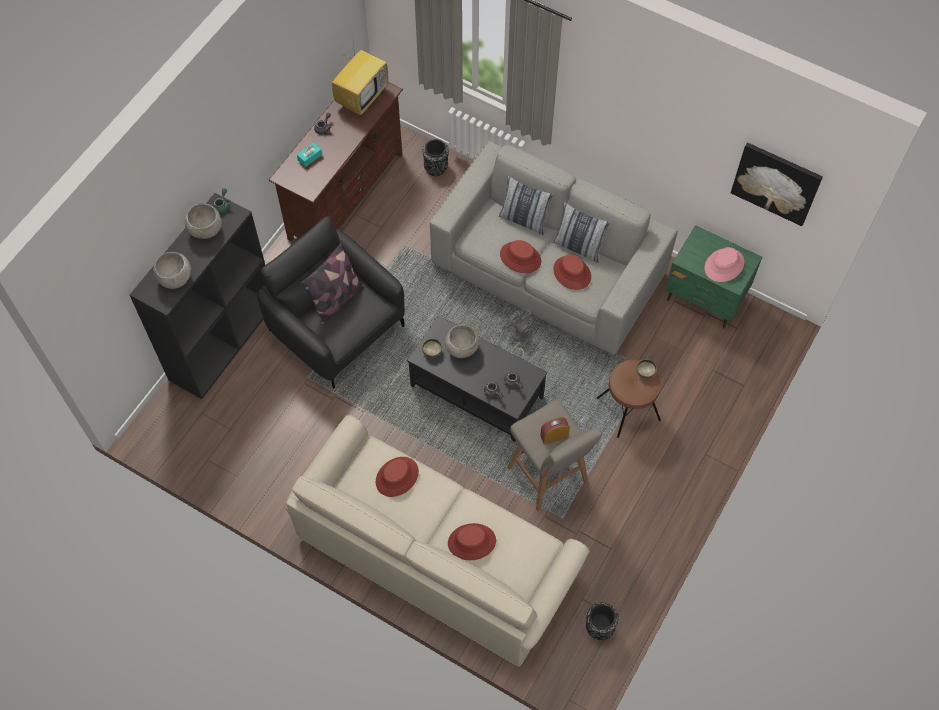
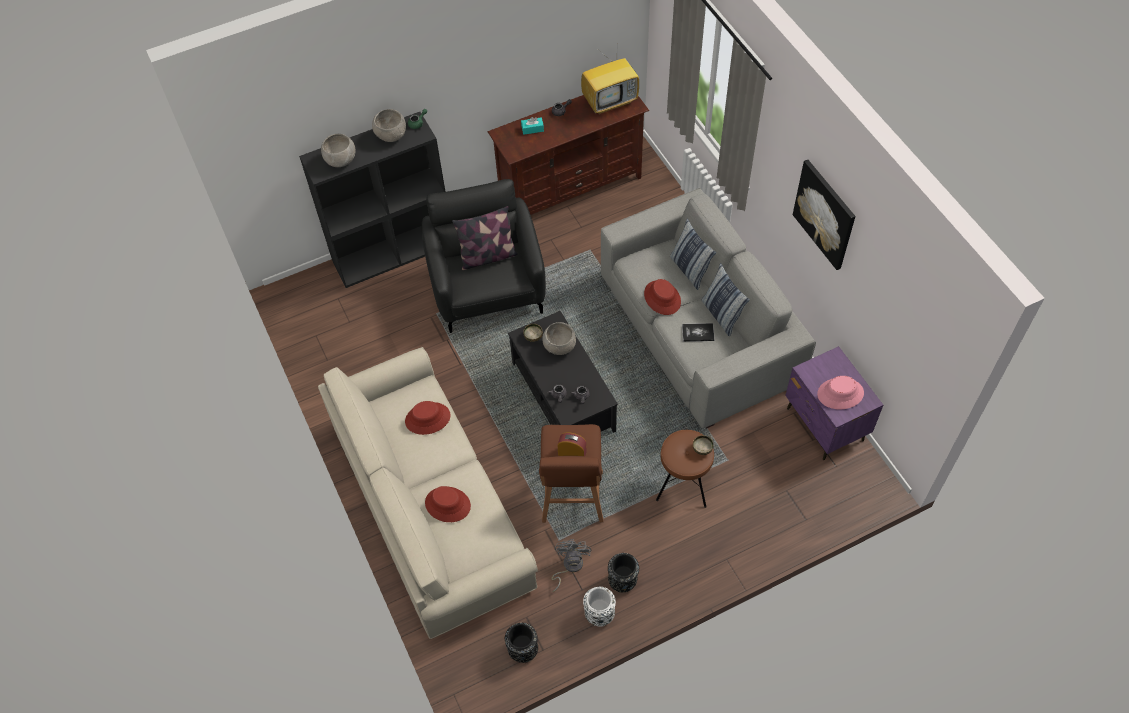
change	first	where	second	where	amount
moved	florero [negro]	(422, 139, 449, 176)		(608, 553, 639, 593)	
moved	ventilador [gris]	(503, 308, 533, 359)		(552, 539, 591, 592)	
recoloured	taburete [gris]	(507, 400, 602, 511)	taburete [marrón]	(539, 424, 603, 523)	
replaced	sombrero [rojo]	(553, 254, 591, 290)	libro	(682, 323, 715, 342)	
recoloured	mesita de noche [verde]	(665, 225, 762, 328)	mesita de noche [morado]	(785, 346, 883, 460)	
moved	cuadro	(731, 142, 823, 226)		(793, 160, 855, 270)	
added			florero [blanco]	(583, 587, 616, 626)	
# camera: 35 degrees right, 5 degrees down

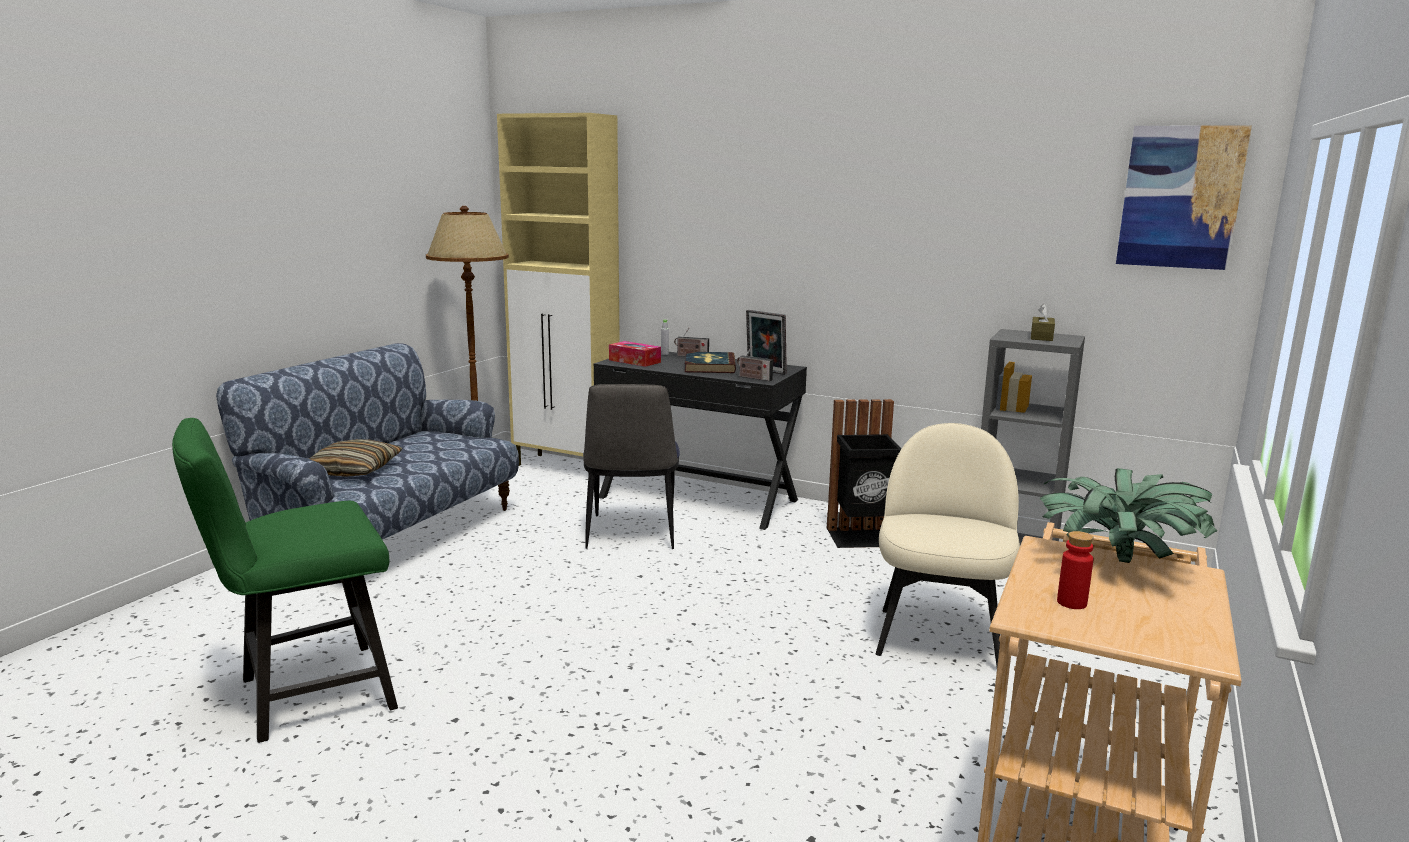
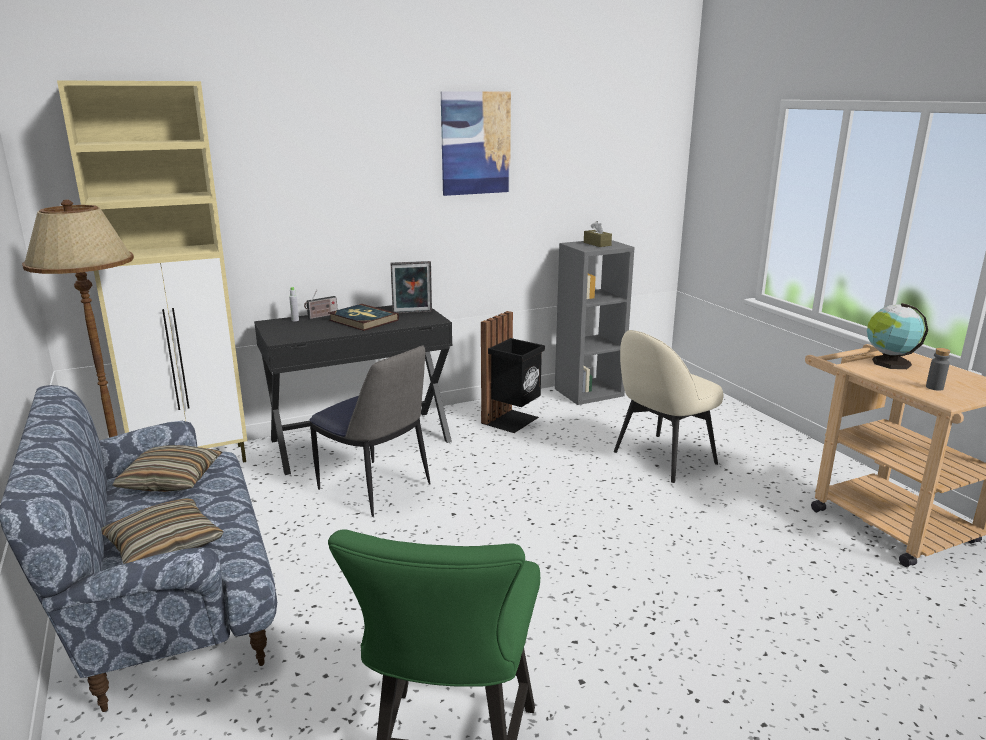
change	first	where	second	where	amount
removed	caja de pañuelos	(609, 341, 661, 367)			
removed	radio	(737, 346, 773, 381)			
turned	silla [beis]	(876, 423, 1020, 666)		(614, 330, 723, 483)	90 degrees counterclockwise
replaced	planta en maceta	(1040, 468, 1217, 563)	globo terráqueo	(867, 303, 928, 369)	
recoloured	botella [rojo]	(1057, 531, 1094, 609)	botella [gris]	(926, 348, 951, 391)	
moved	cuadro	(1116, 125, 1252, 270)		(441, 91, 511, 196)	
added			cojín	(112, 445, 222, 492)	
# camera: 50 degrees left, 5 degrees up

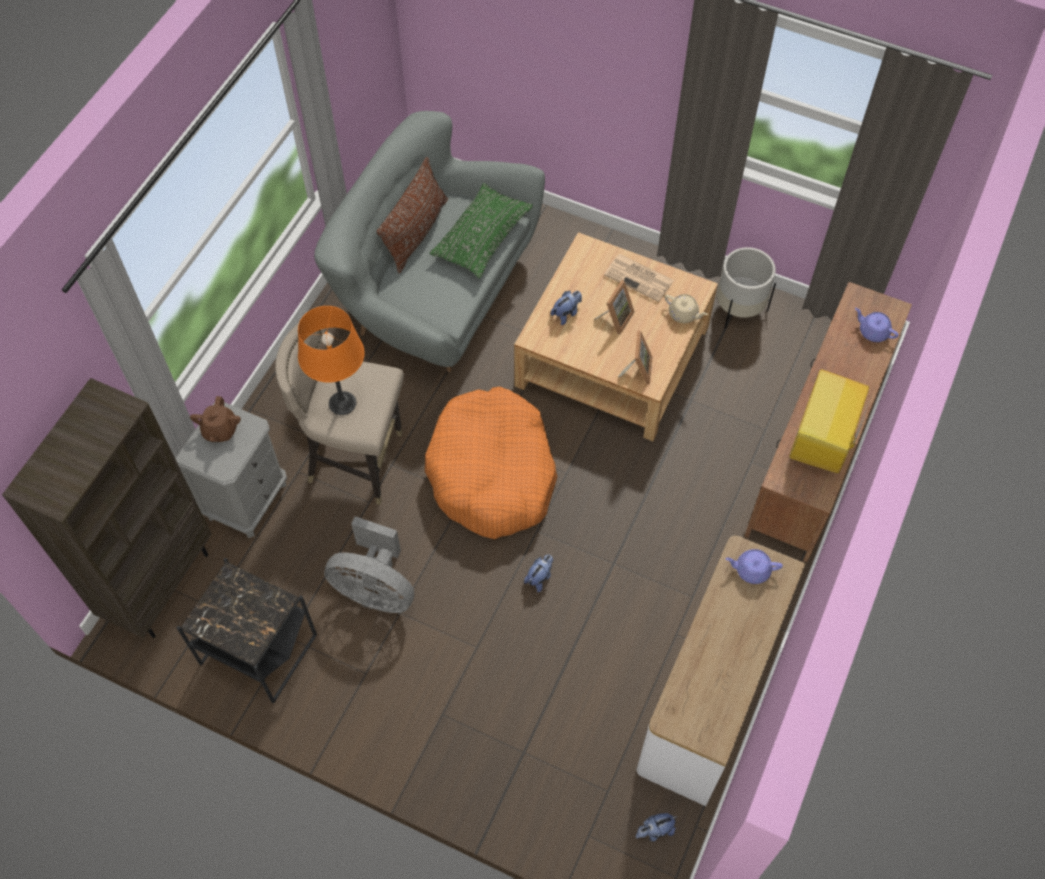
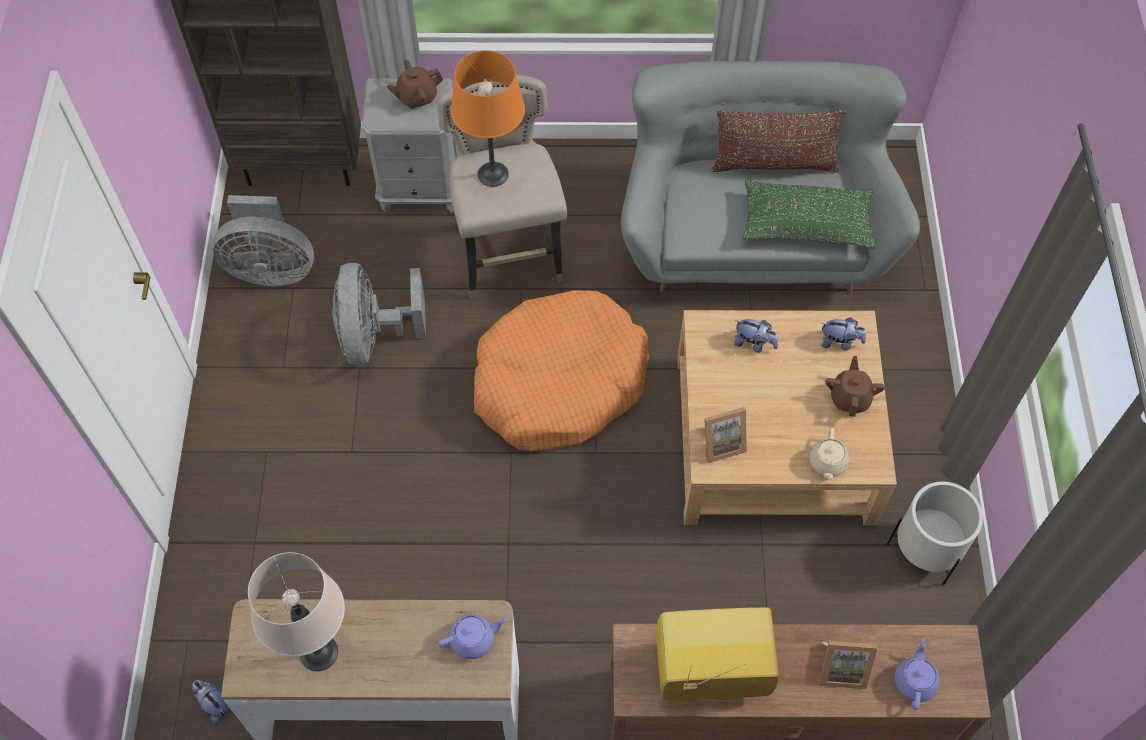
change	first	where	second	where	amount
replaced	mesa auxiliar [negro]	(177, 558, 317, 704)	ventilador [gris]	(213, 195, 314, 286)	
moved	peluche	(524, 555, 553, 592)		(821, 317, 866, 350)	
moved	portarretratos	(594, 280, 634, 335)		(819, 641, 878, 689)	
replaced	periódico	(604, 254, 674, 302)	tetera [marrón]	(826, 356, 885, 417)	
turned	tetera [morado]	(726, 549, 783, 584)		(438, 614, 508, 659)	90 degrees clockwise
added			lámpara de mesa [beis]	(248, 552, 345, 671)	
# camera: 65 degrees right, 0 degrees up

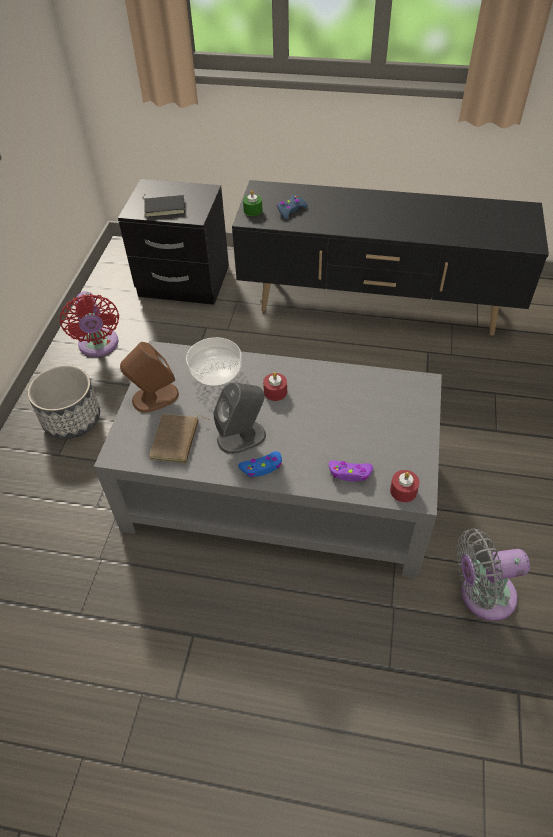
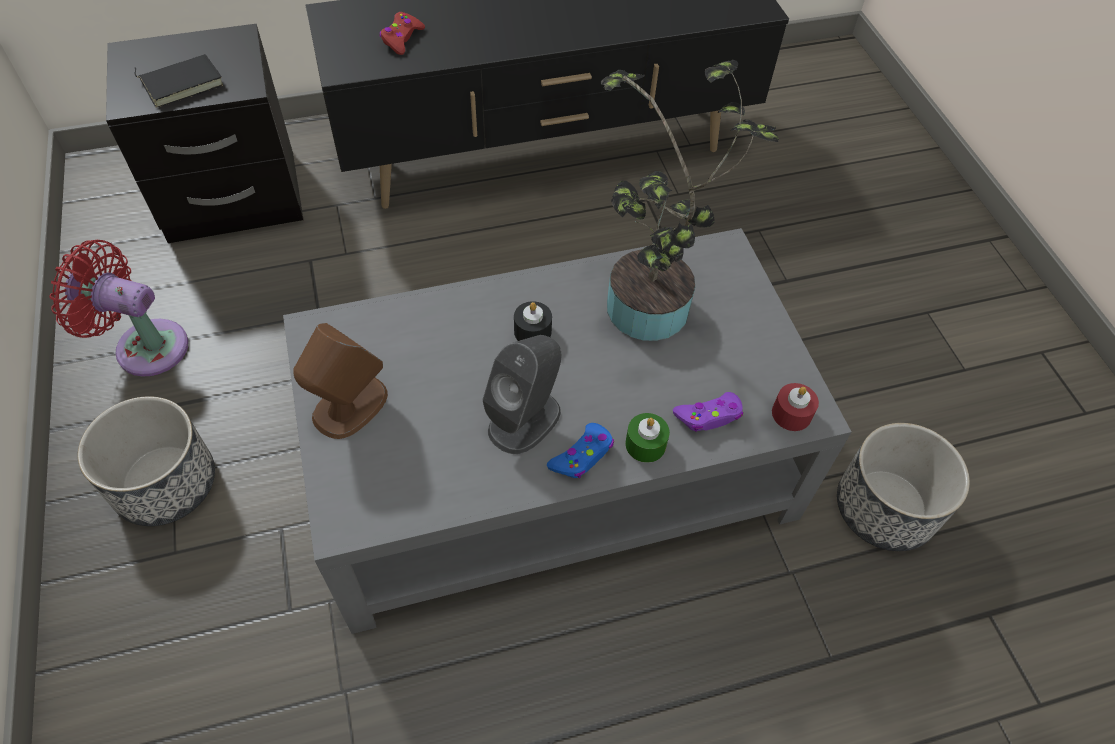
change	first	where	second	where	amount
turned	ventilador [rojo]	(60, 291, 119, 357)		(50, 240, 188, 376)	150 degrees clockwise
removed	libro [marrón]	(149, 414, 210, 463)			
removed	cuenco	(186, 337, 242, 387)			
moved	vela [verde]	(243, 190, 263, 216)		(625, 413, 670, 463)	
recoloured	vela [rojo]	(263, 372, 287, 401)	vela [negro]	(514, 301, 552, 341)	
recoloured	mando de consola [azul]	(277, 195, 308, 219)	mando de consola [rojo]	(380, 12, 425, 55)	
replaced	ventilador [gris]	(457, 528, 530, 621)	maceta	(837, 423, 970, 551)	
added			planta en maceta	(601, 60, 779, 341)	
# camera: 30 degrees left, 5 degrees up

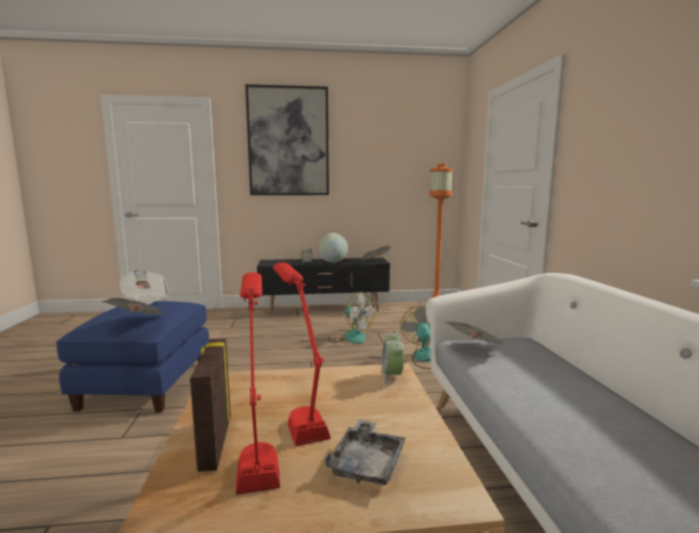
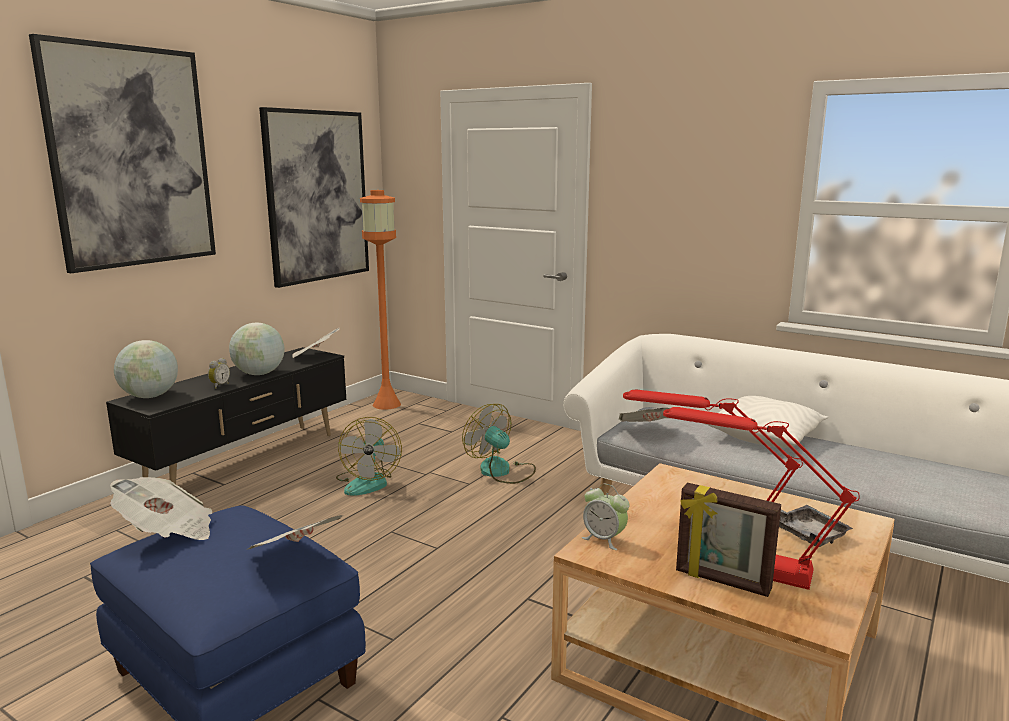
change	first	where	second	where	amount
turned	ventilador	(328, 291, 375, 344)		(336, 417, 402, 496)	105 degrees clockwise
moved	despertador	(381, 330, 404, 385)		(582, 484, 629, 550)	
added			globo terráqueo	(114, 340, 178, 398)	
added			cuadro	(259, 107, 369, 288)	
added			cojín [blanco]	(706, 396, 828, 448)	
# camera: 50 degrees left, 5 degrees up

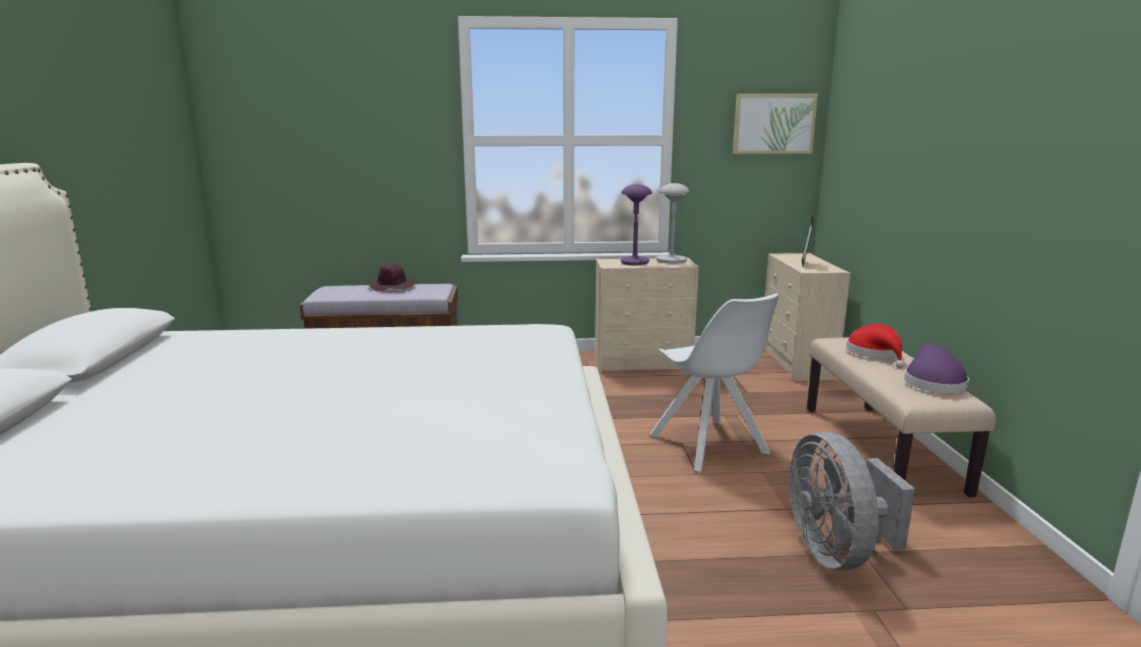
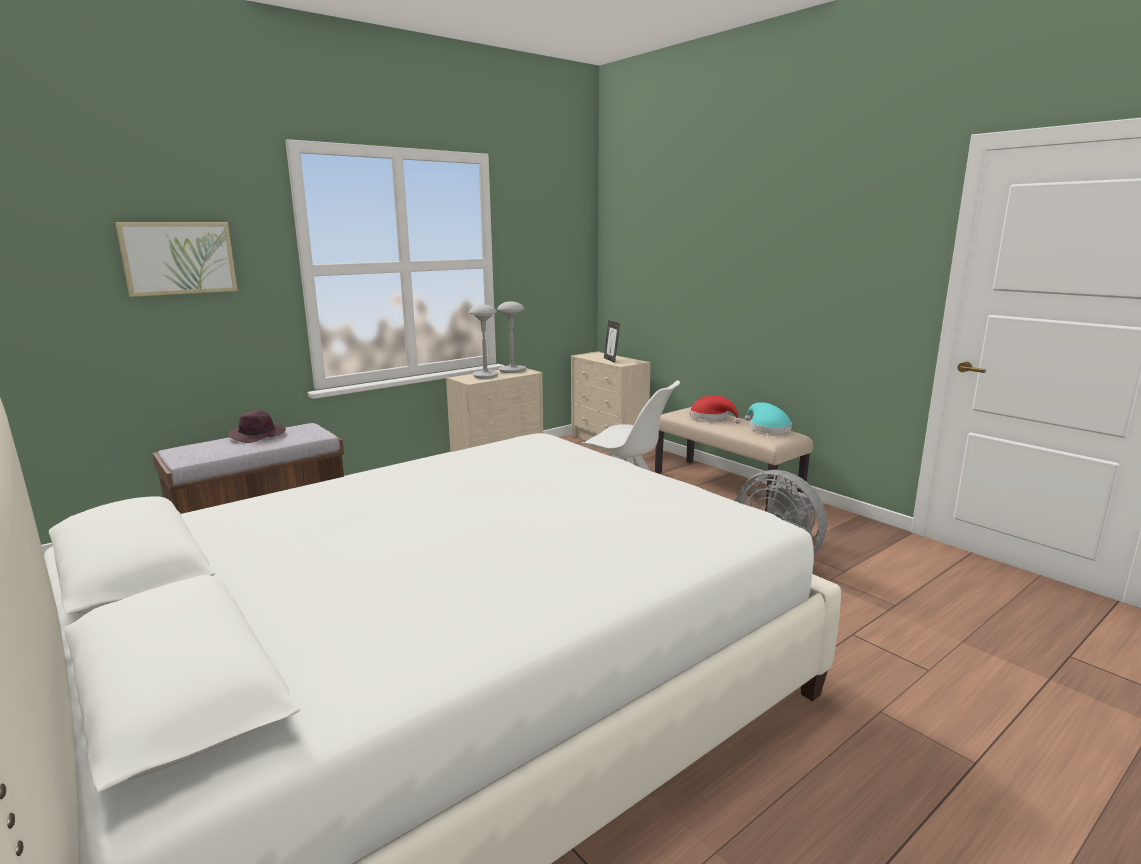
change	first	where	second	where	amount
recoloured	lámpara de mesa [morado]	(621, 184, 652, 265)	lámpara de mesa [gris]	(469, 305, 499, 379)	
moved	cuadro	(733, 94, 818, 154)		(115, 222, 238, 297)	
recoloured	sombrero [morado]	(904, 344, 969, 393)	sombrero [turquesa]	(745, 402, 792, 434)	
# camera: 35 degrees left, 0 degrees up

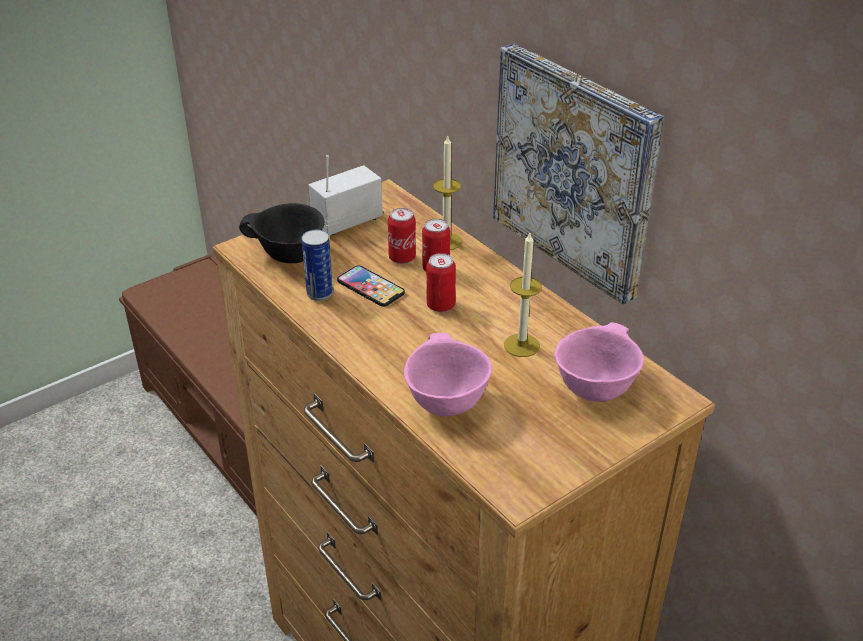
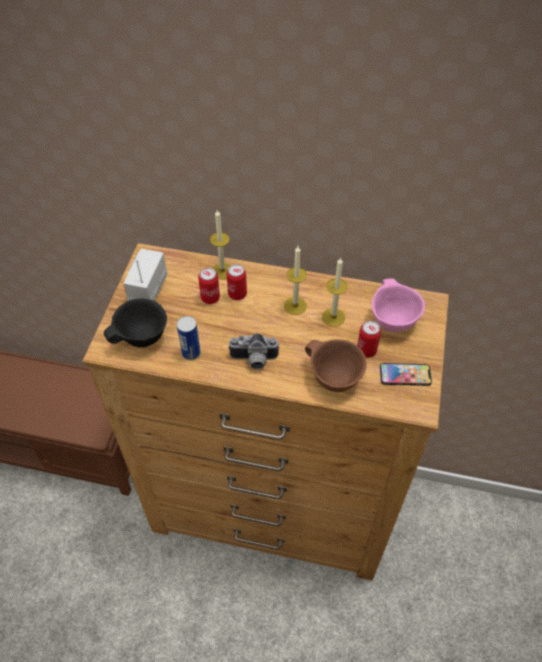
change	first	where	second	where	amount
moved	móvil	(337, 265, 405, 307)		(380, 363, 432, 386)	
recoloured	cuenco [rosa]	(404, 333, 492, 416)	cuenco [marrón]	(305, 339, 367, 392)	
moved	lata	(426, 253, 456, 312)		(357, 321, 381, 358)	
removed	cuadro	(493, 43, 664, 305)			
added			cámara	(228, 333, 280, 369)	
added			vela	(284, 246, 307, 315)	
# camera: 40 degrees left, 15 degrees up

